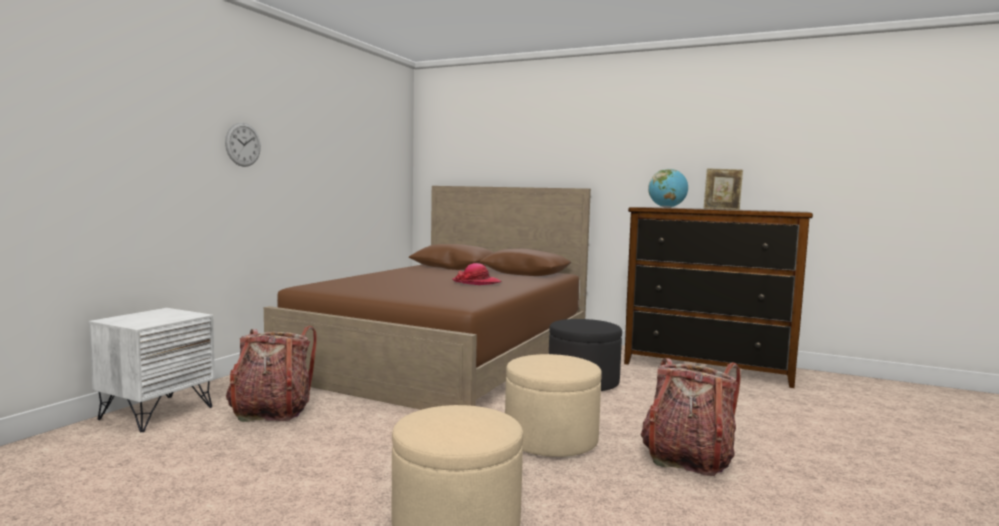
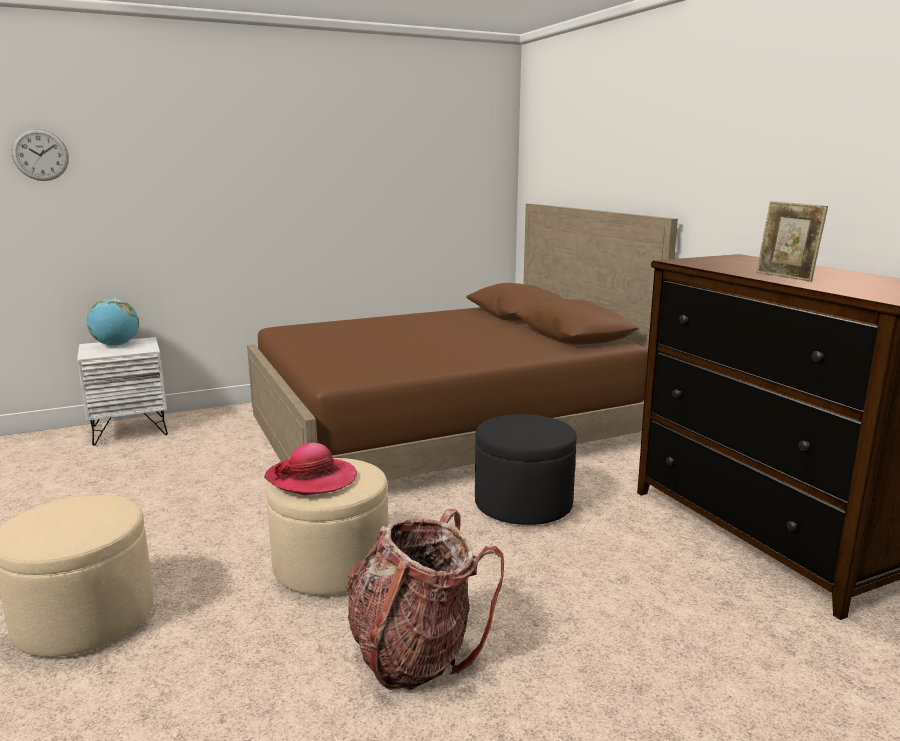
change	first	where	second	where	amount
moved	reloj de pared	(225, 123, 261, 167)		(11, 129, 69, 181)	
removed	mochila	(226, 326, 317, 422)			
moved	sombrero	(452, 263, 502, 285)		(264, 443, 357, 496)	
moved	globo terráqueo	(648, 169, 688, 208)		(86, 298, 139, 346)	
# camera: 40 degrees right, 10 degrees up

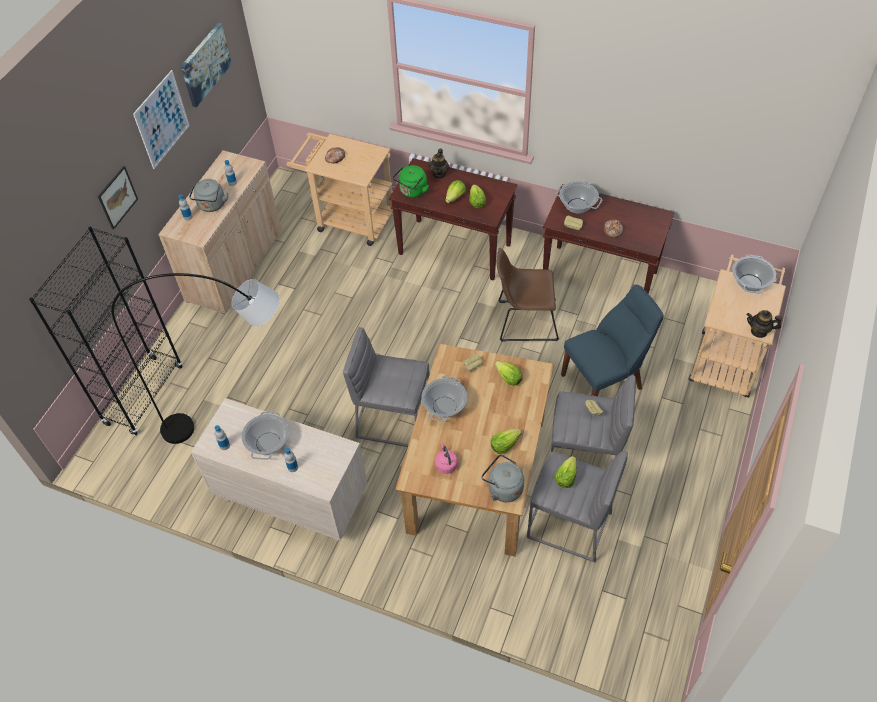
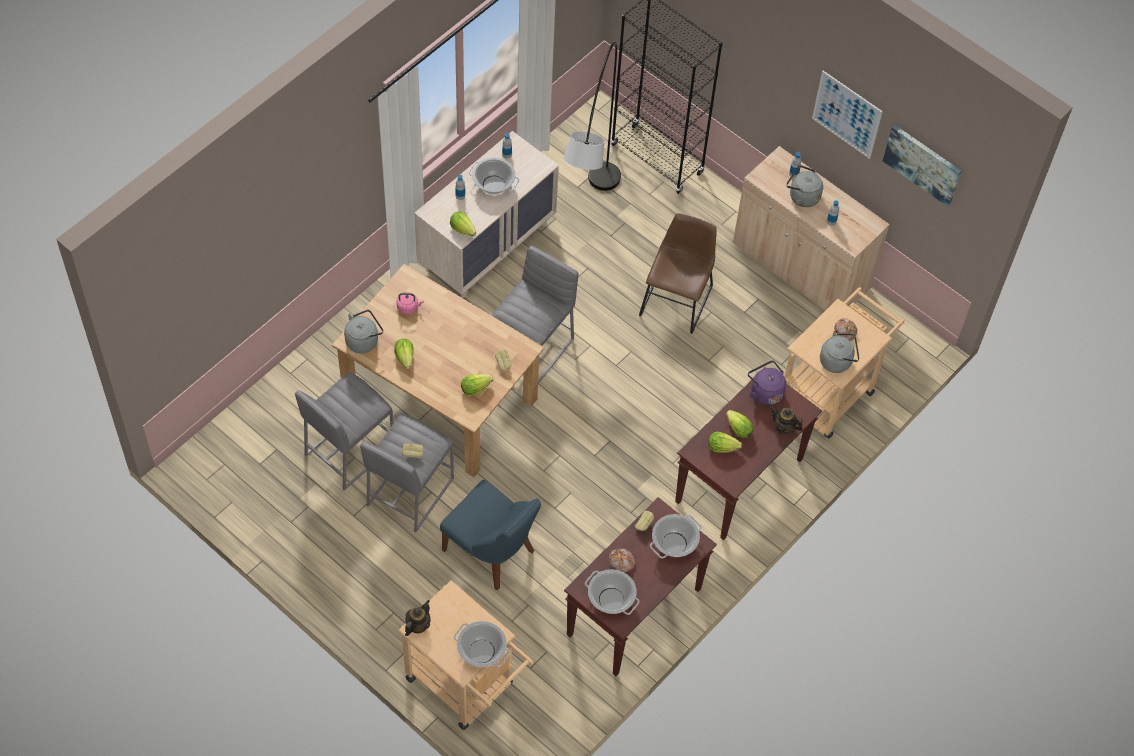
change	first	where	second	where	amount
removed	cuadro	(98, 166, 138, 229)			
recoloured	hervidor [verde]	(393, 165, 429, 198)	hervidor [morado]	(748, 360, 786, 405)	
moved	olla	(421, 376, 467, 422)		(585, 569, 640, 615)	
moved	silla [marrón]	(497, 248, 559, 342)		(639, 213, 717, 334)	
moved	lechuga	(554, 456, 577, 488)		(450, 211, 476, 237)	
turned	silla [azul]	(561, 285, 664, 396)		(440, 480, 541, 591)	45 degrees counterclockwise
added			hervidor [gris]	(820, 330, 859, 373)	
# camera: 105 degrees right, 5 degrees up

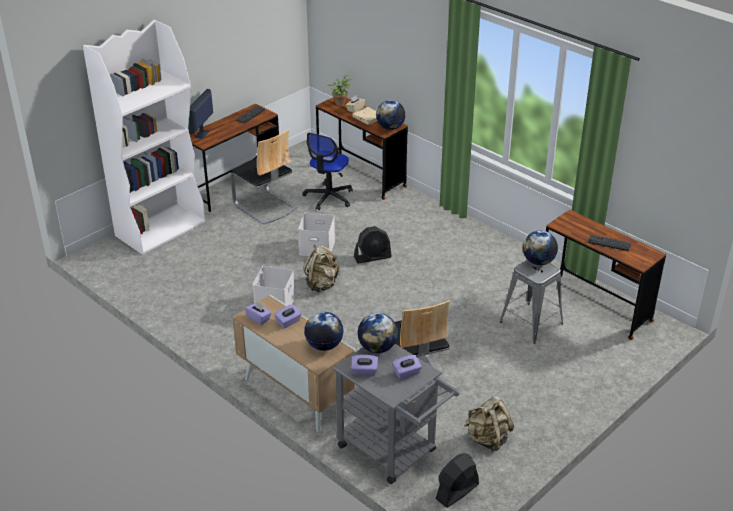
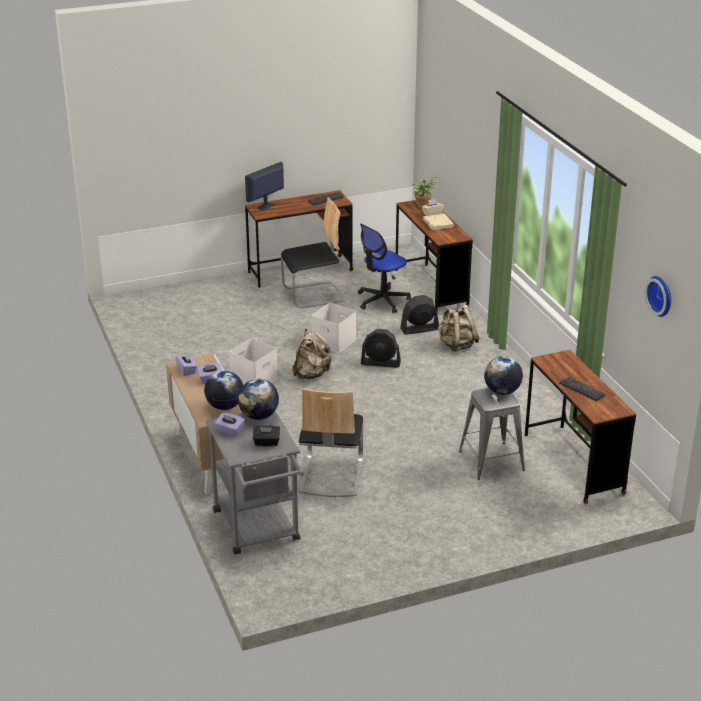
change	first	where	second	where	amount
removed	estantería [blanco]	(83, 20, 205, 255)			
turned	silla	(230, 129, 297, 225)		(281, 198, 345, 308)	90 degrees counterclockwise
removed	globo terráqueo	(376, 100, 405, 130)			
recoloured	caja de pañuelos [morado]	(392, 355, 422, 379)	caja de pañuelos [negro]	(253, 425, 280, 446)	
moved	ventilador [negro]	(435, 453, 479, 508)		(400, 295, 439, 335)	
moved	mochila [beis]	(464, 396, 514, 452)		(438, 305, 479, 352)	
added			reloj de pared	(645, 276, 671, 317)	
# camera: 25 degrees right, 5 degrees down

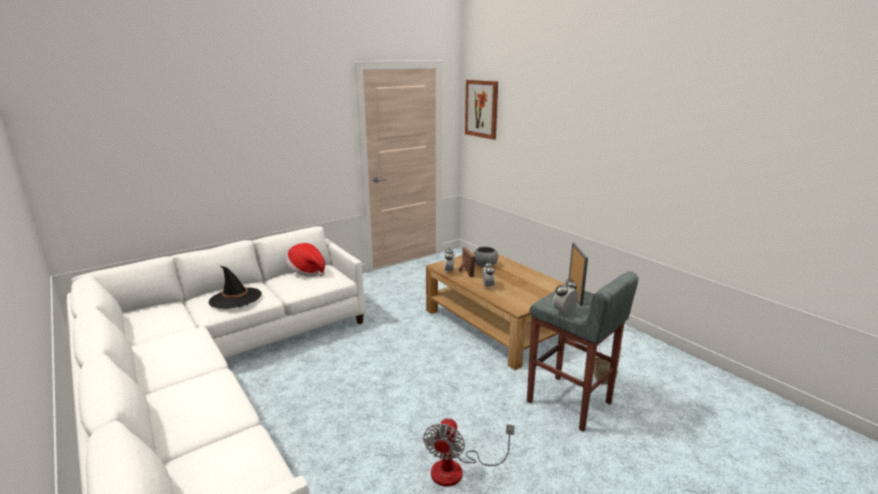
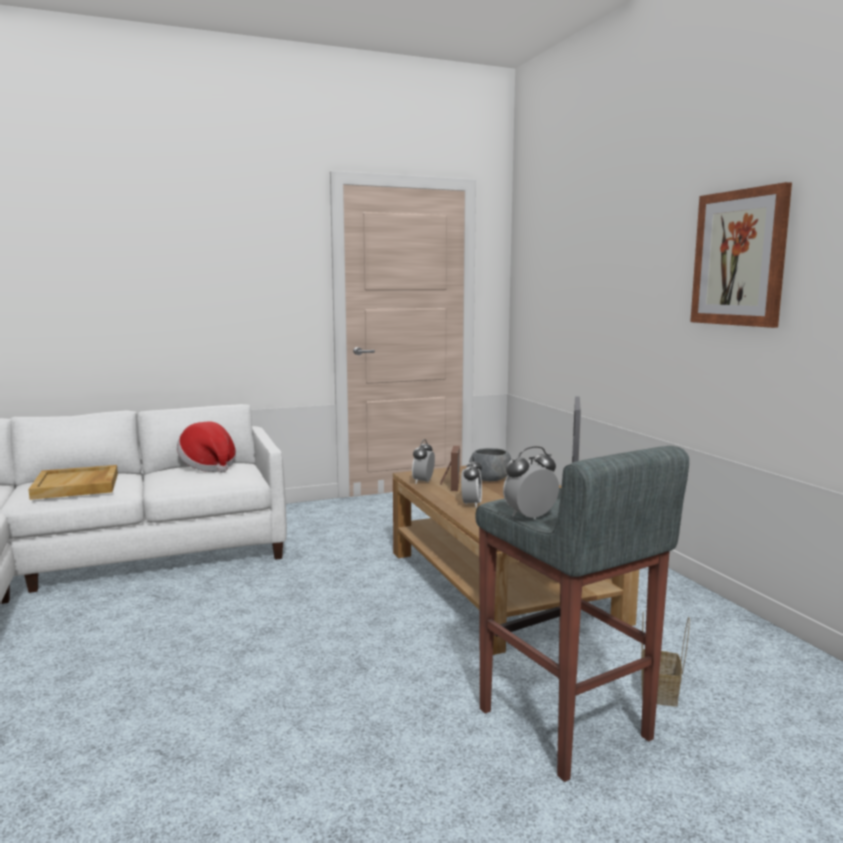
change	first	where	second	where	amount
replaced	sombrero [negro]	(209, 266, 262, 309)	bandeja [beis]	(28, 465, 118, 500)	
removed	ventilador	(423, 418, 515, 487)			
moved	cuadro	(465, 80, 498, 140)		(690, 182, 792, 328)	
# camera: 15 degrees right, 10 degrees down

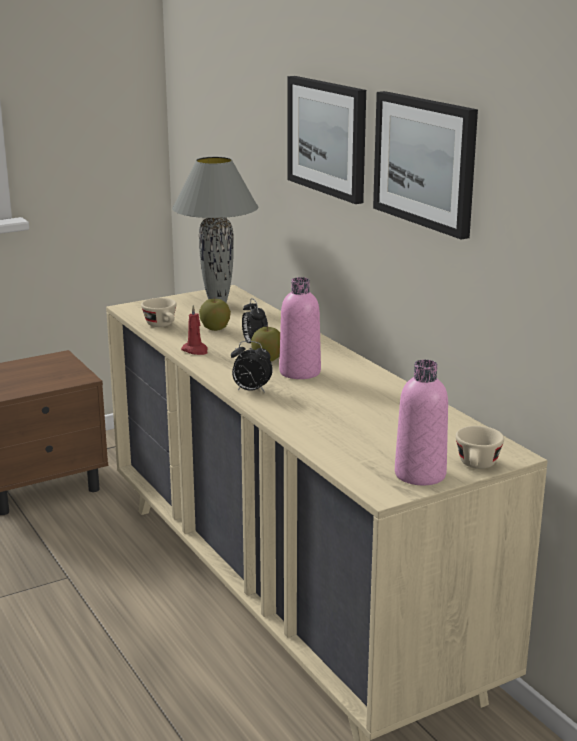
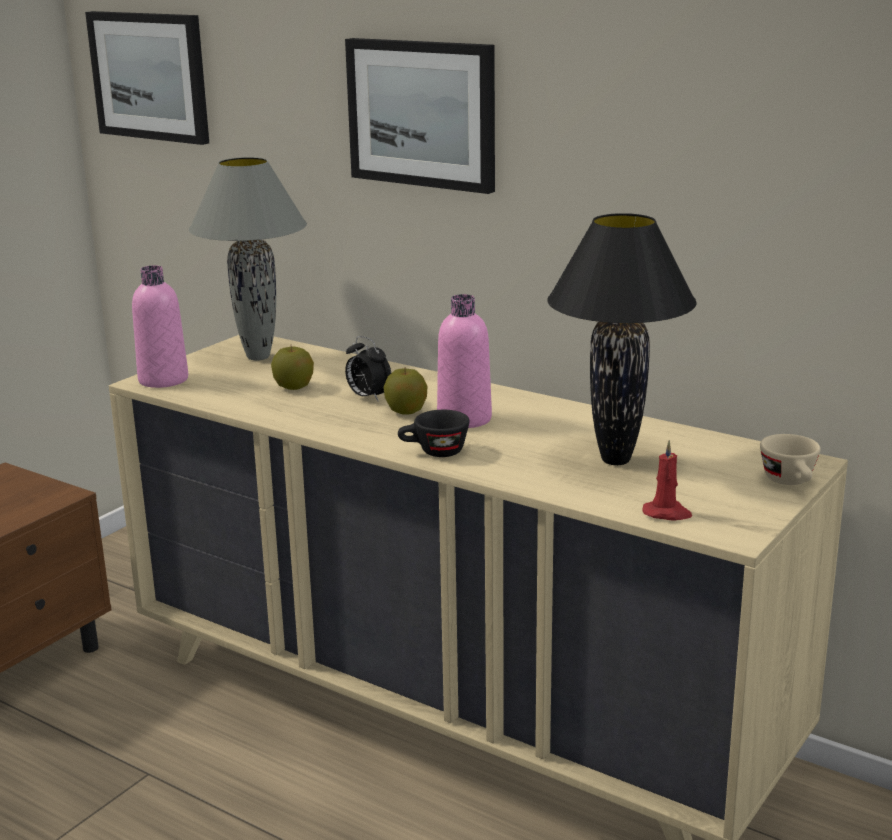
change	first	where	second	where	amount
removed	taza [beis]	(141, 298, 177, 327)			
moved	vela [rojo]	(181, 305, 208, 355)		(642, 440, 692, 521)	
replaced	despertador	(231, 341, 273, 393)	taza [negro]	(398, 410, 469, 457)	
moved	cuadro	(373, 91, 478, 239)		(85, 11, 209, 145)	
moved	botella [rosa]	(395, 360, 448, 485)		(132, 265, 188, 388)	
added			lámpara de mesa [negro]	(547, 213, 697, 465)	
# camera: 25 degrees left, 0 degrees up

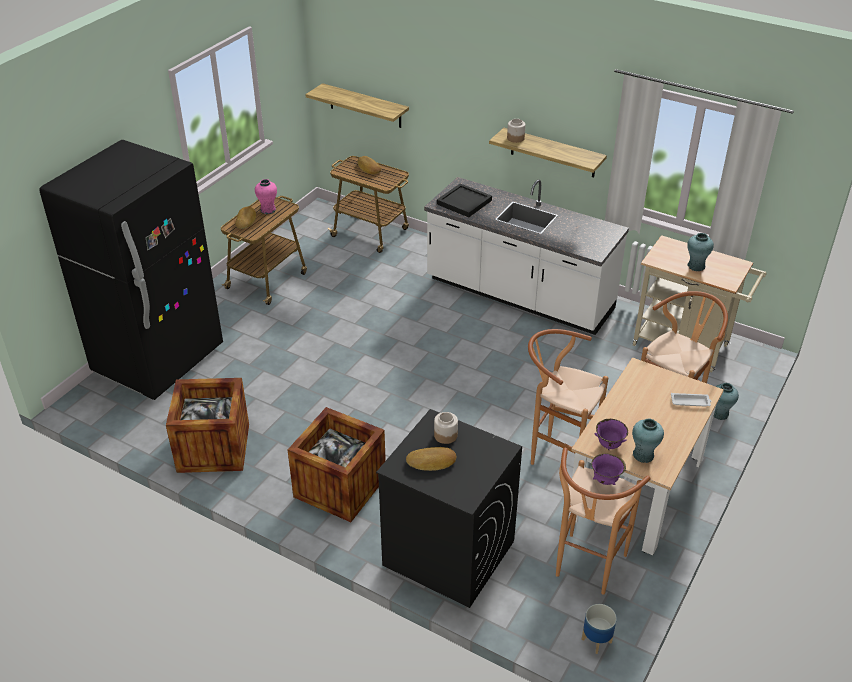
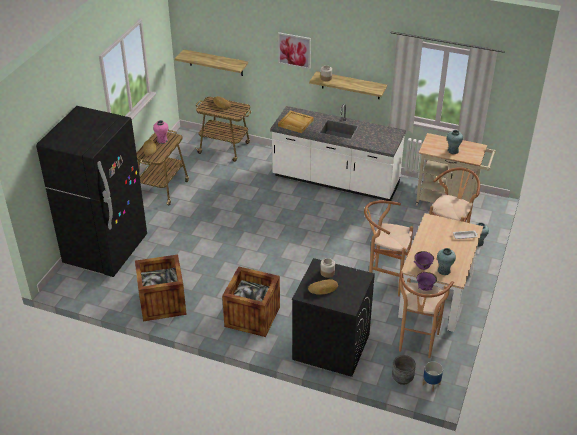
change	first	where	second	where	amount
recoloured	bandeja [negro]	(437, 183, 492, 217)	bandeja [beis]	(278, 111, 314, 133)	
added			cuadro	(278, 32, 311, 69)	
added			maceta [gris]	(392, 355, 416, 385)	
# camera: 10 degrees left, 0 degrees up

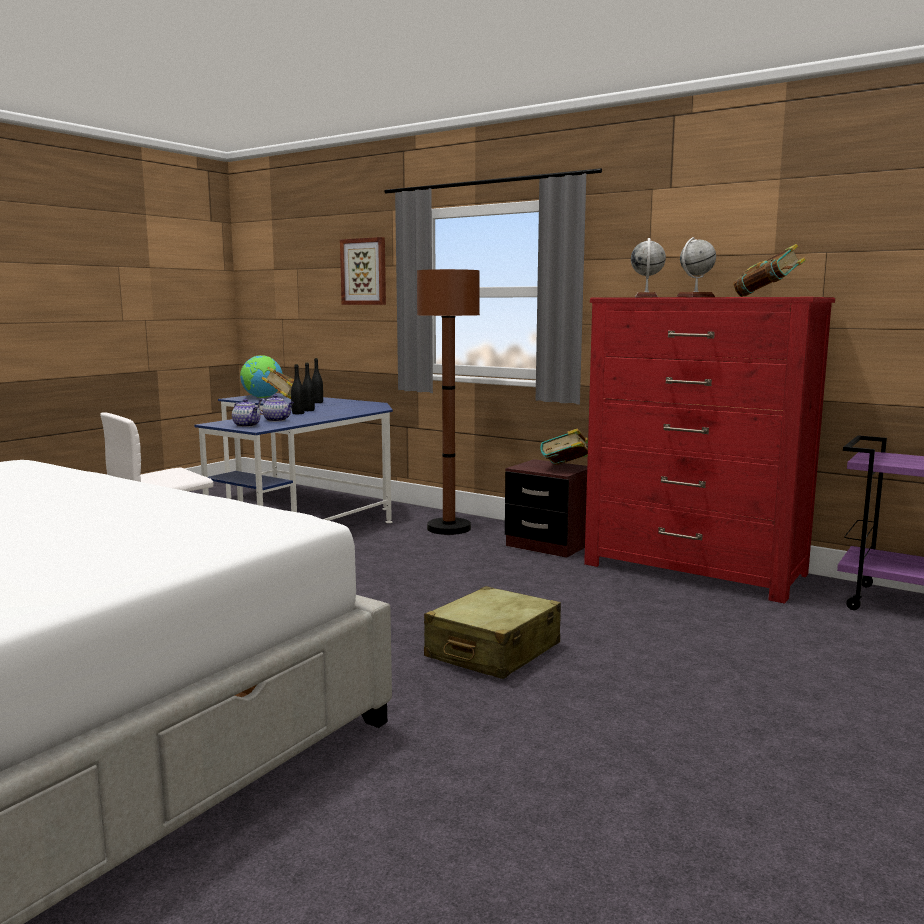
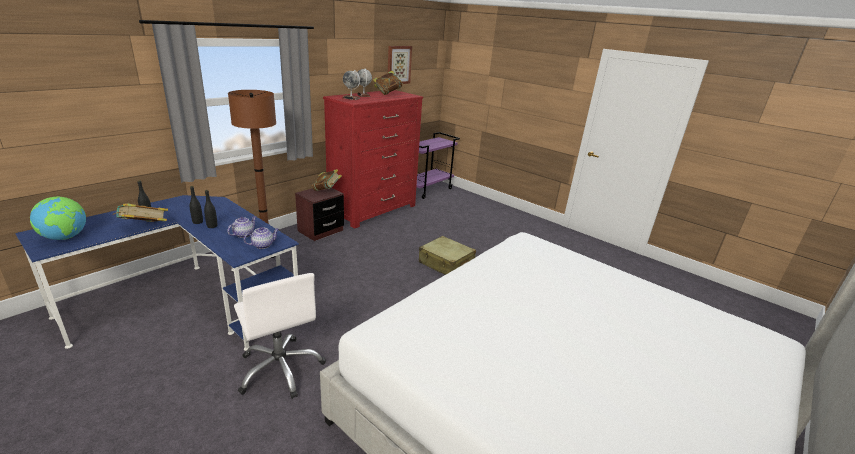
change	first	where	second	where	amount
moved	cuadro	(340, 237, 386, 305)		(388, 46, 412, 84)	
# camera: 85 degrees left, 15 degrees up

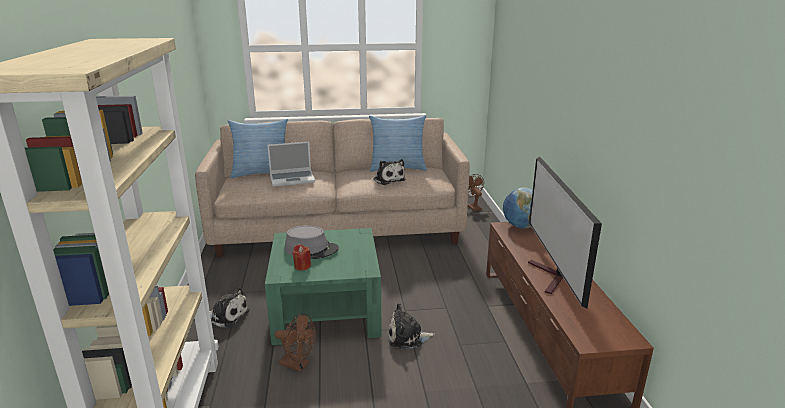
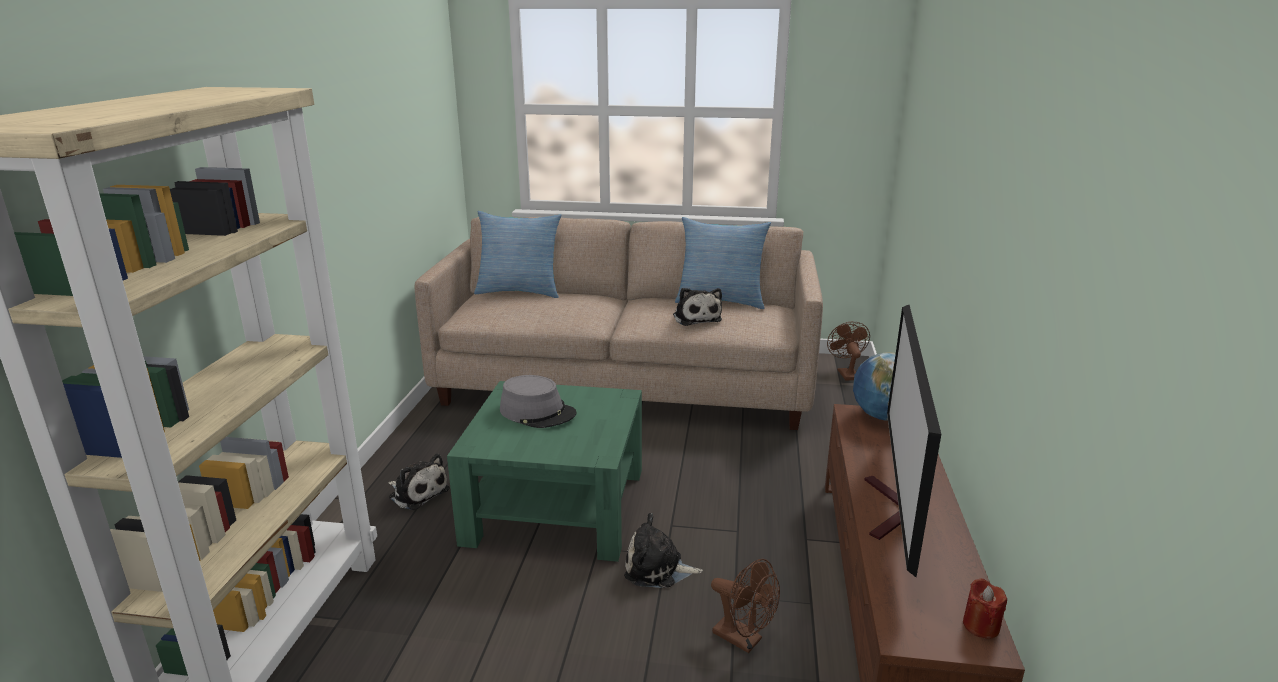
change	first	where	second	where	amount
removed	portátil	(267, 142, 315, 187)			
moved	ventilador [marrón]	(275, 313, 316, 372)		(711, 559, 780, 653)	
moved	vela [rojo]	(293, 244, 311, 271)		(963, 578, 1007, 639)	
# camera: 15 degrees right, 0 degrees up

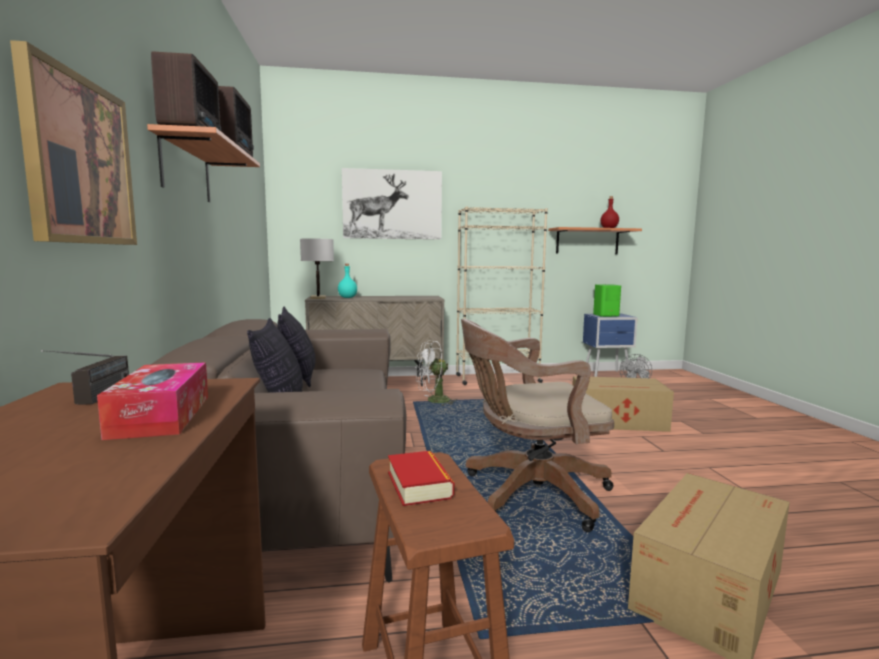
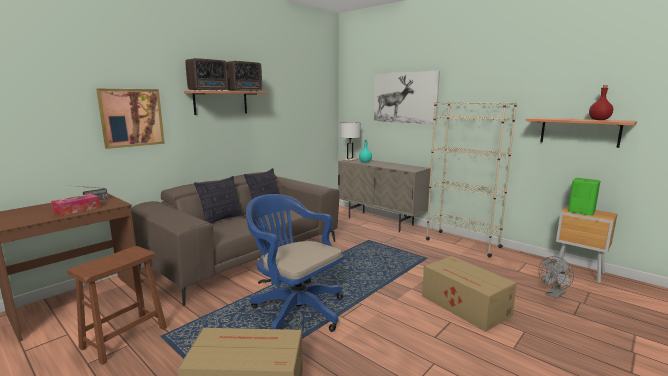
change	first	where	second	where	amount
removed	libro	(388, 451, 454, 506)			
removed	ventilador [blanco]	(415, 341, 457, 406)			
recoloured	silla de oficina [marrón]	(461, 319, 614, 532)	silla de oficina [azul]	(246, 194, 343, 332)	
recoloured	mesita de noche [azul]	(583, 314, 638, 377)	mesita de noche [marrón]	(555, 205, 617, 283)	
# camera: 50 degrees right, 5 degrees up

